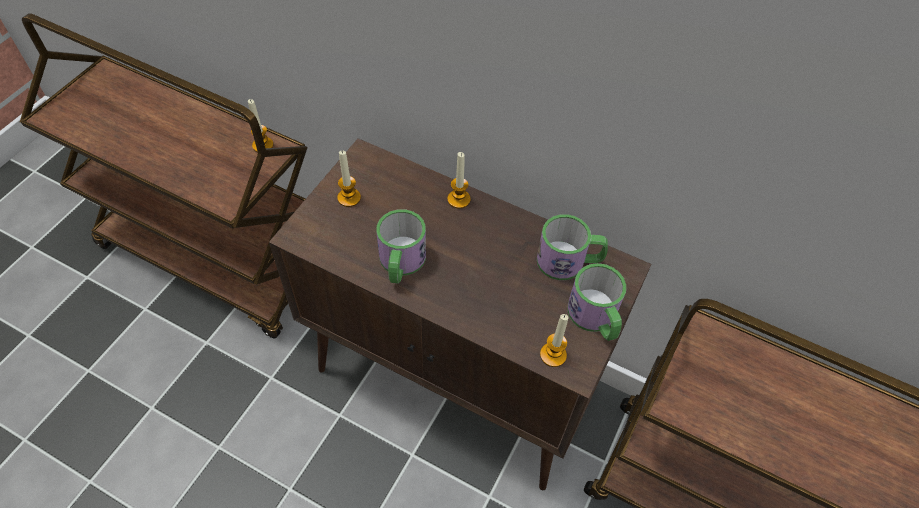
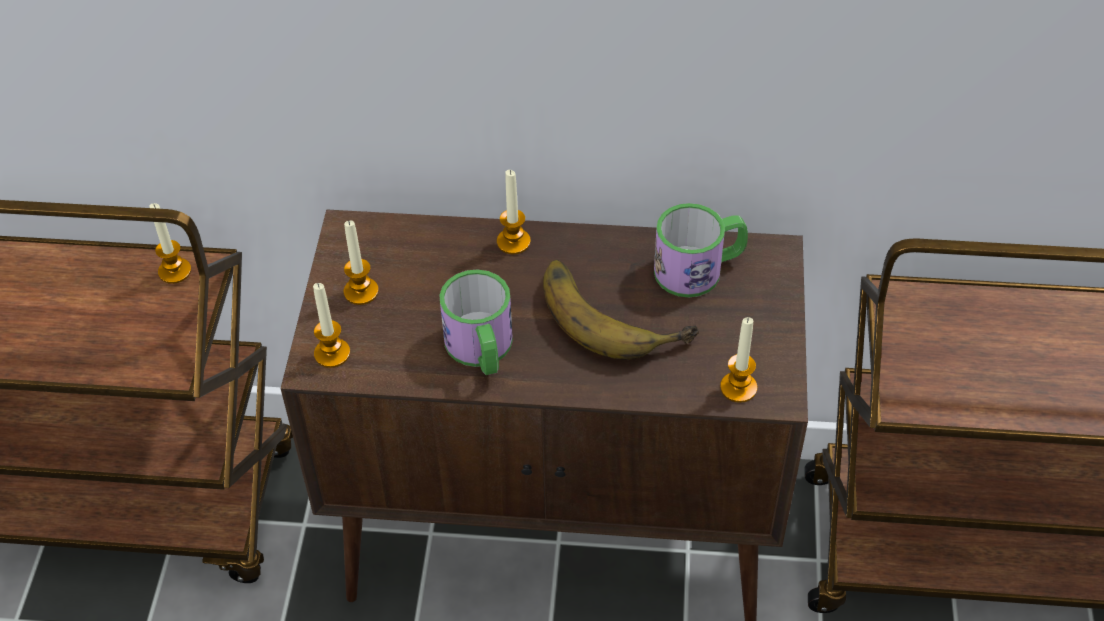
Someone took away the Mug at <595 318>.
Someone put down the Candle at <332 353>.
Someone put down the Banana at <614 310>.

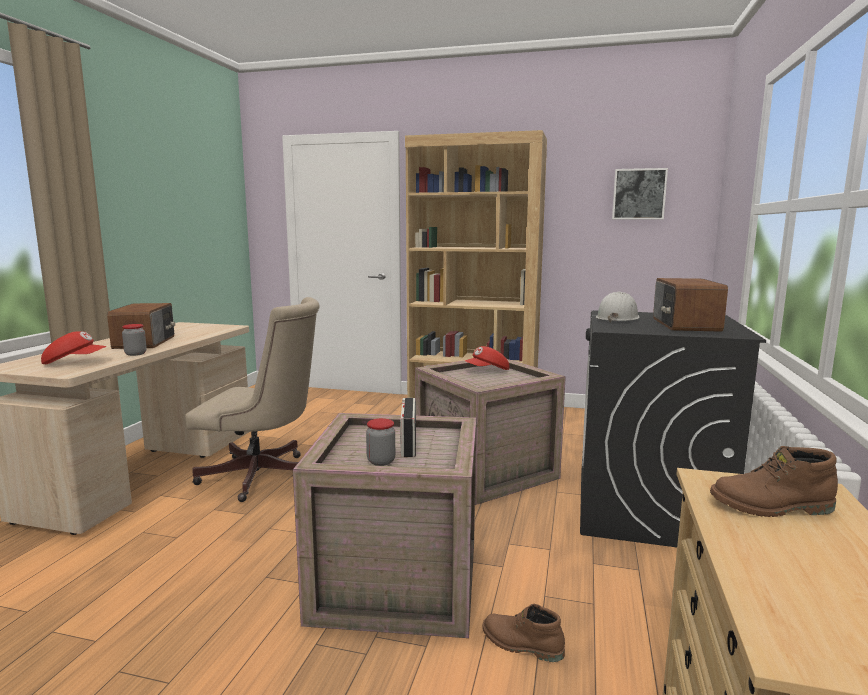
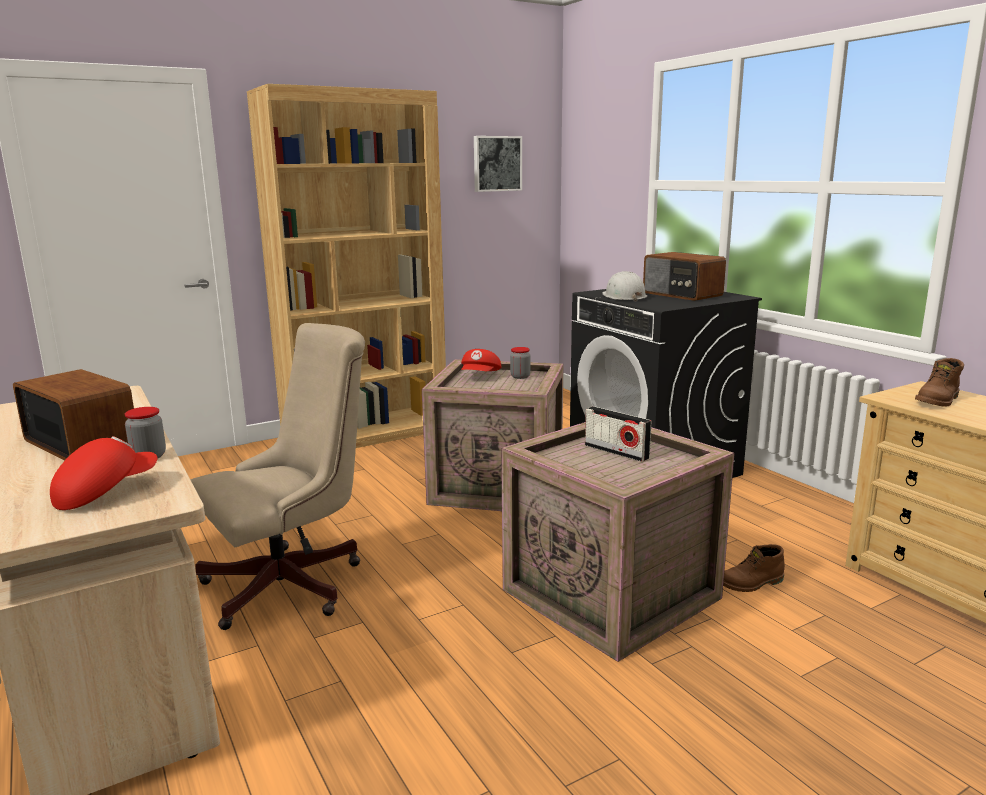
Someone carried the Jar from <381 461> to <520 376>.

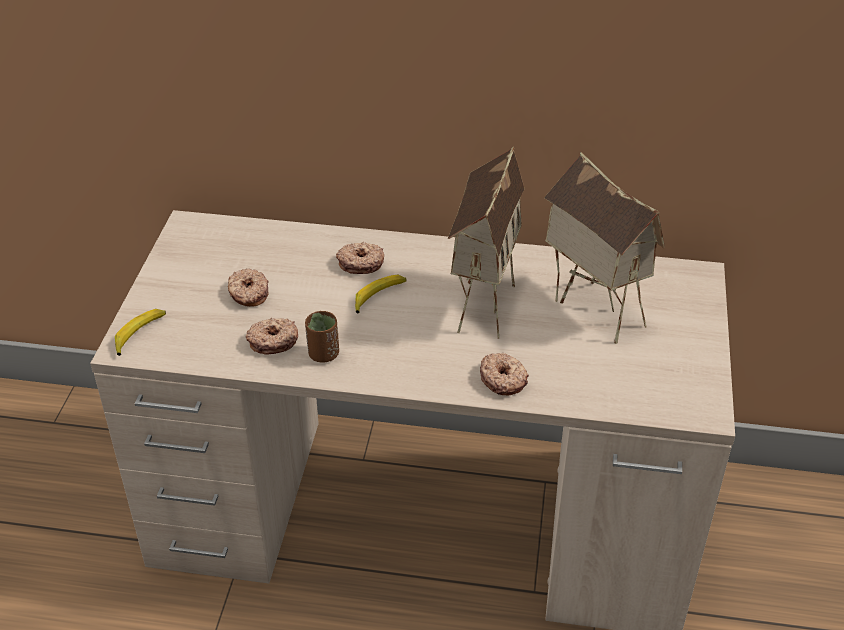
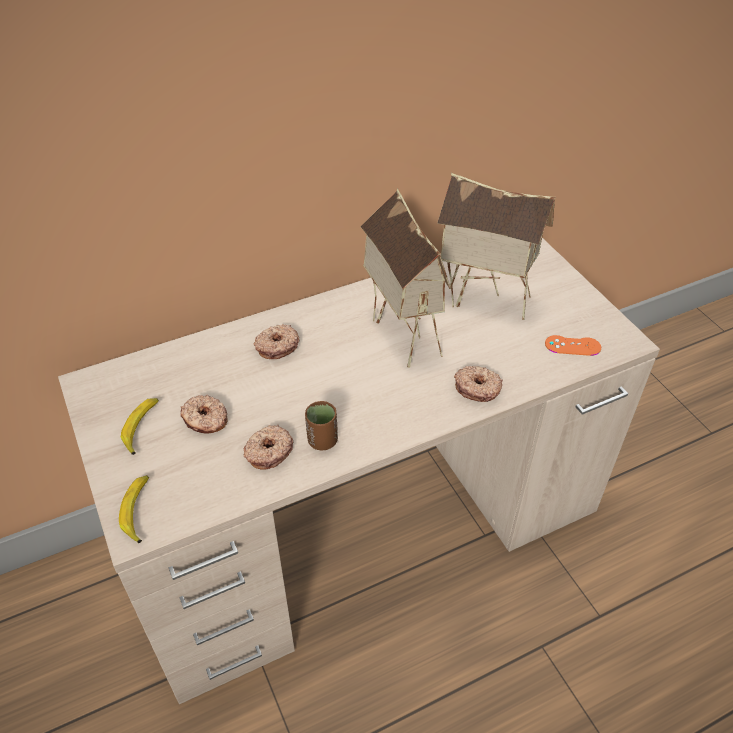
Someone carried the Banana from <378 297> to <141 428>.
Someone put down the OrangeGameController at <572 346>.

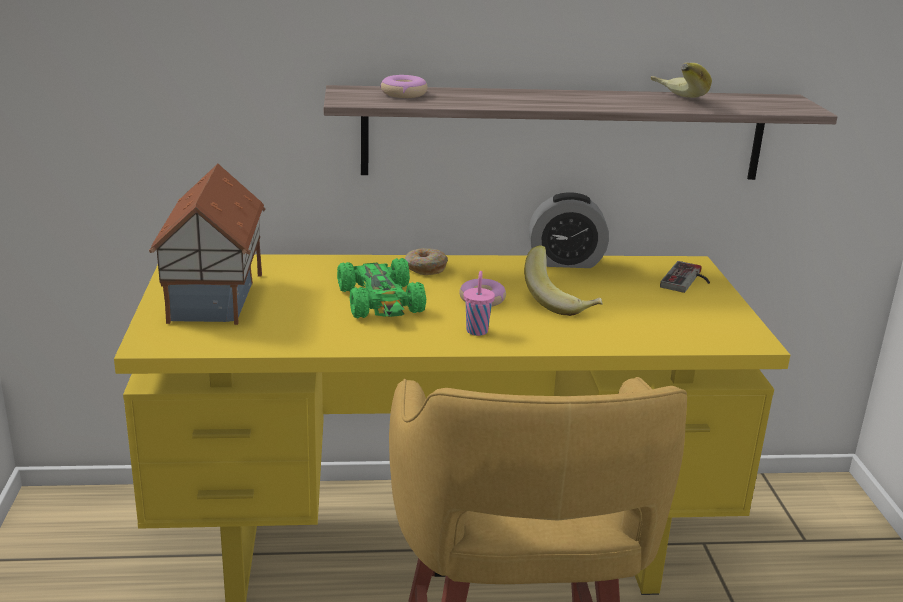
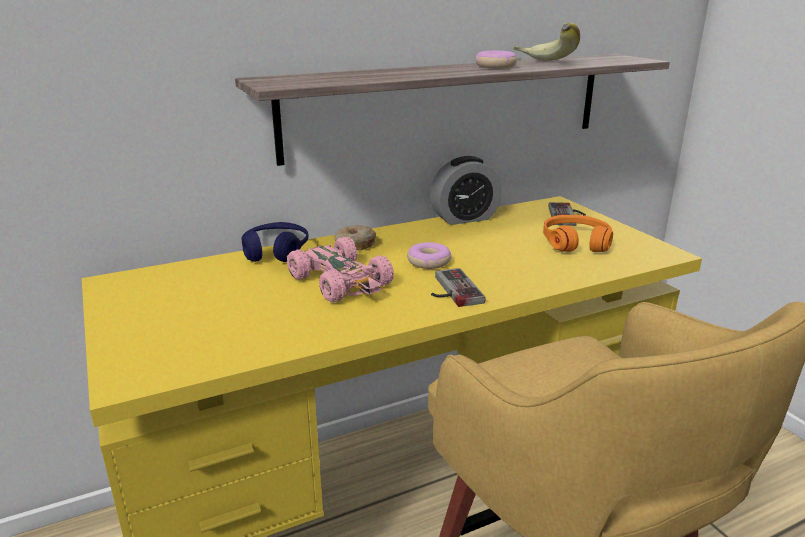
Someone took away the ToyHouse at <218 298>.
Someone repainted the GreenToyCar at <381 301>, which became the PinkToyCar at <341 281>.
Someone carried the Donut from <404 94> to <495 66>.
Someone swapped the PinkCup at <477 330> for the GameController at <451 290>.
Someone took away the Banana at <561 302>.
Someone put down the BlueHeadphones at <276 251>.
Someone put down the OrangeHeadphones at <575 242>.

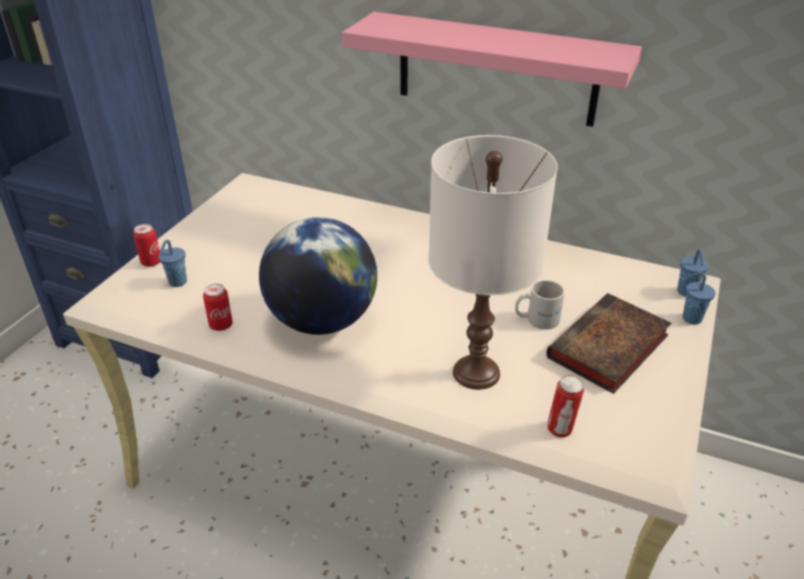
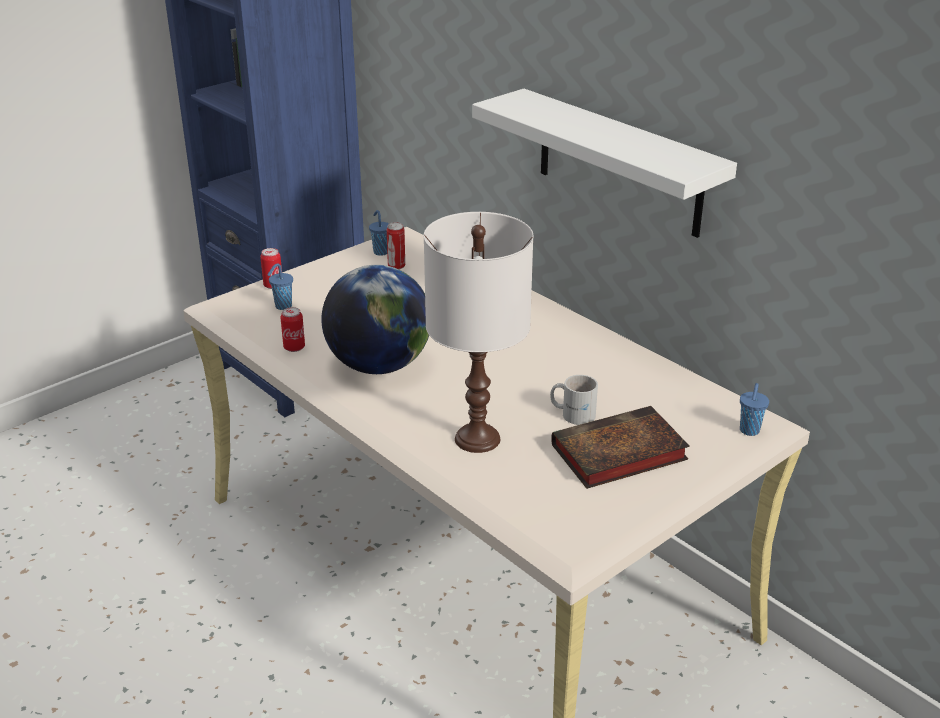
Someone repainted the PinkShelf at <496 69>, which became the WhiteShelf at <619 163>.
Someone carried the Can from <560 430> to <396 266>.
Someone carried the BlueCup from <690 318> to <380 252>.

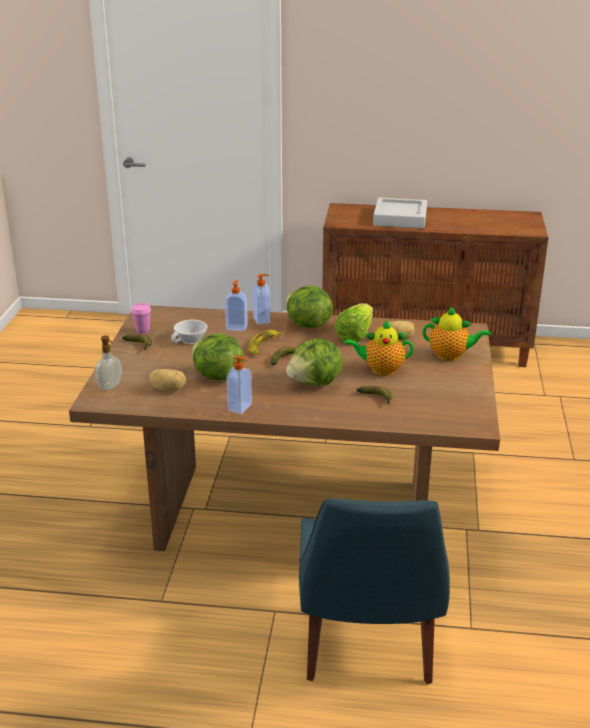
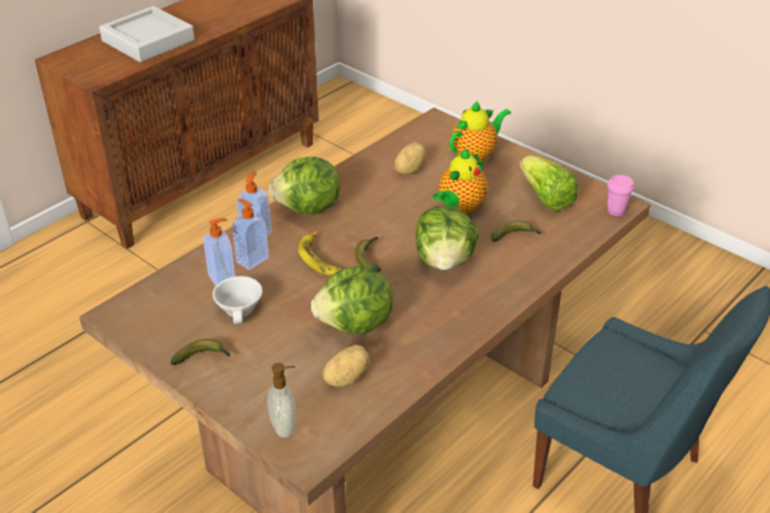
Someone carried the PinkCup from <143 331> to <616 211>.
Someone carried the SoapDispenser from <240 407> to <223 279>.
Someone carried the Lettuce from <355 335> to <545 198>.

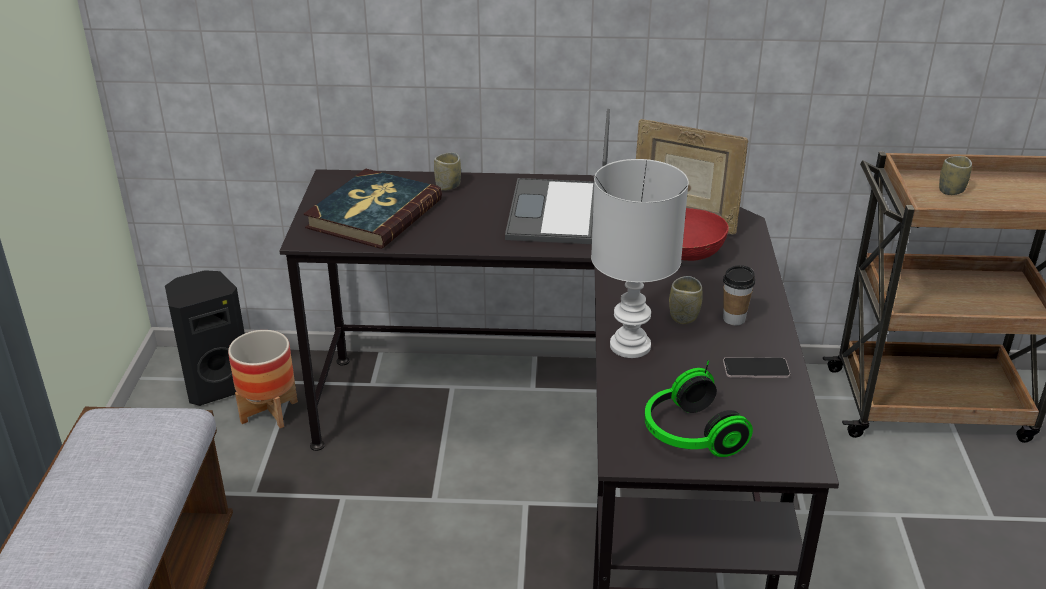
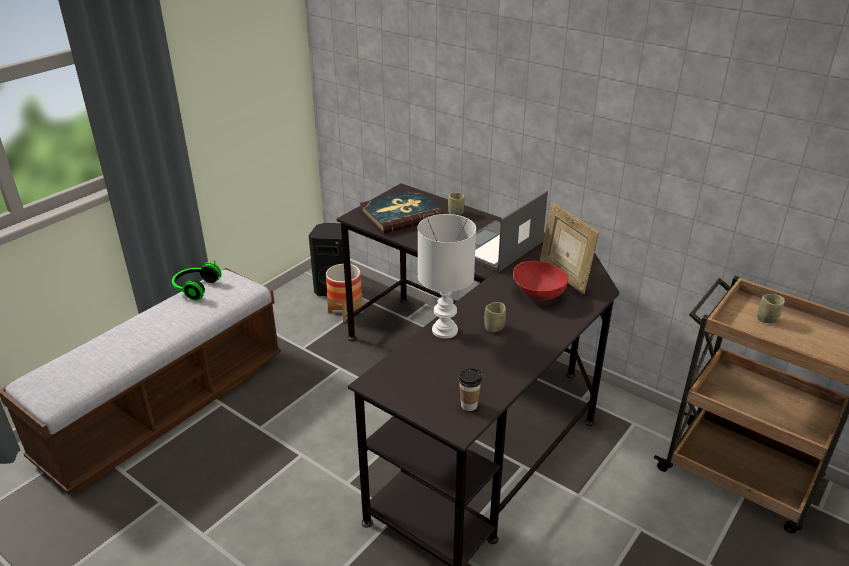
Someone carried the Headphones from <688 434> to <195 288>.
Someone carried the Cup from <734 319> to <469 405>.
Someone took away the Phone at <756 369>.

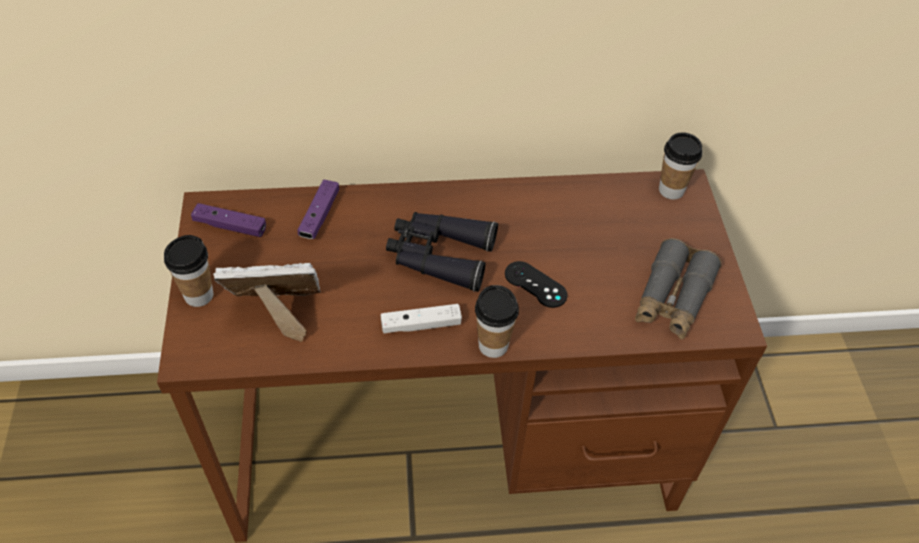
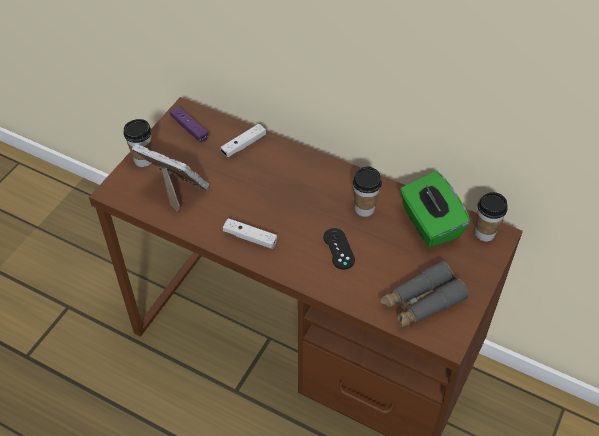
Someone repainted the PurpleGameController at <319 215>, which became the WhiteGameController at <243 145>.
Someone took away the BlackBinoculars at <439 255>.
Someone carried the Cup from <493 345> to <364 209>.
Someone put down the GreenTissueBox at <430 224>.

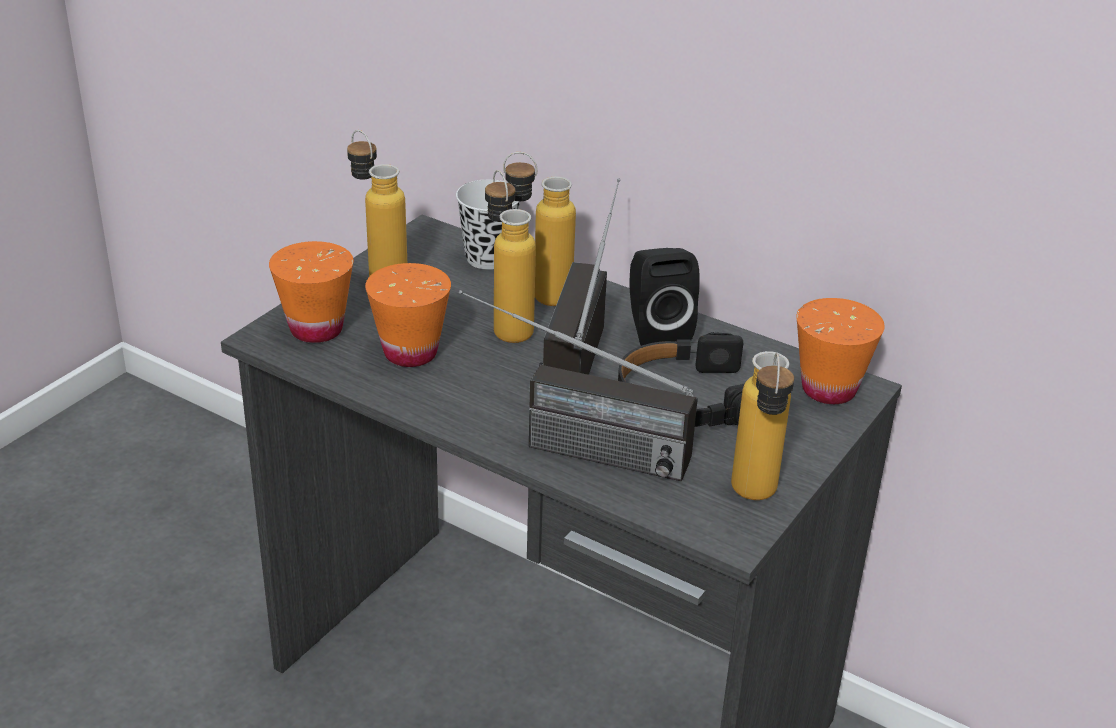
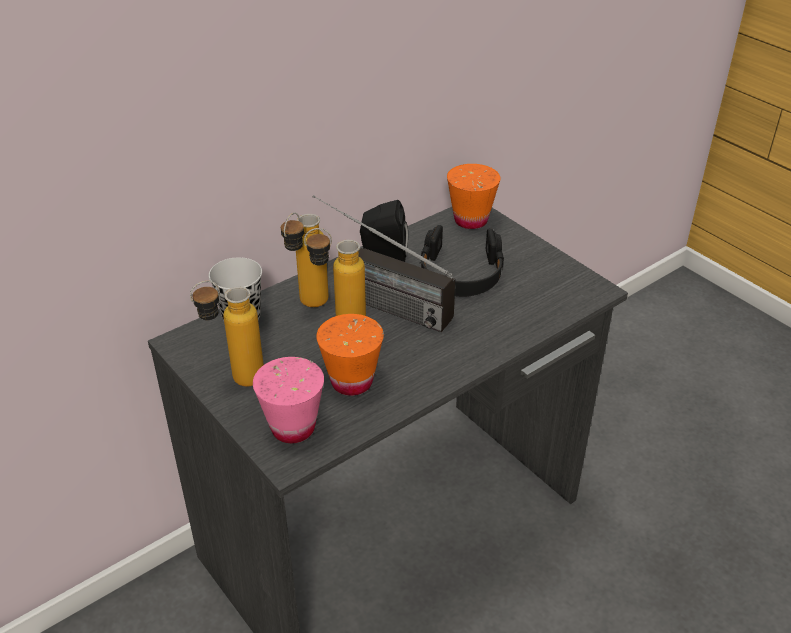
Someone repainted the OrangeCup at <316 329>, which became the PinkCup at <293 428>.
Someone took away the Radio at <566 446>.
Someone took away the Bottle at <754 500>.

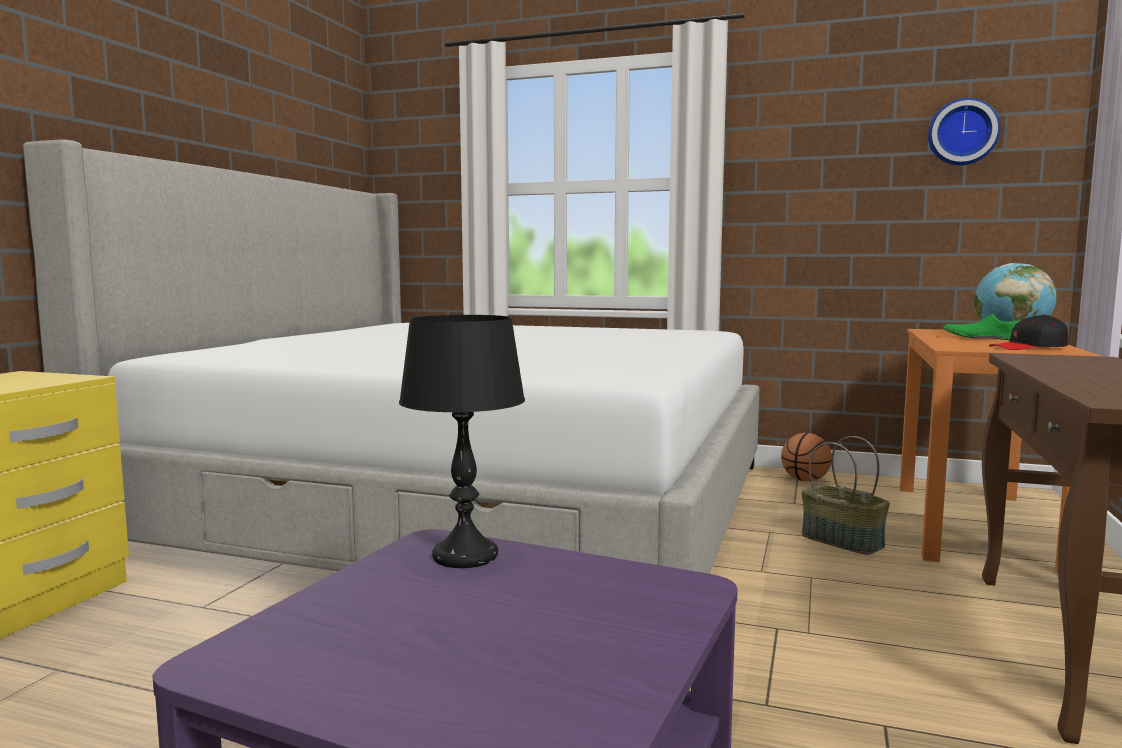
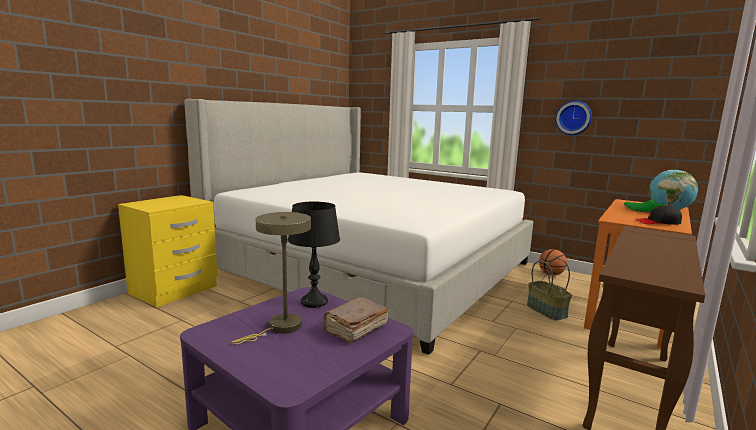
Someone carried the WallClock from <962 132> to <574 118>.
Someone put down the BeigeTableLamp at <280 328>.
Someone put down the BrownBook at <355 329>.

